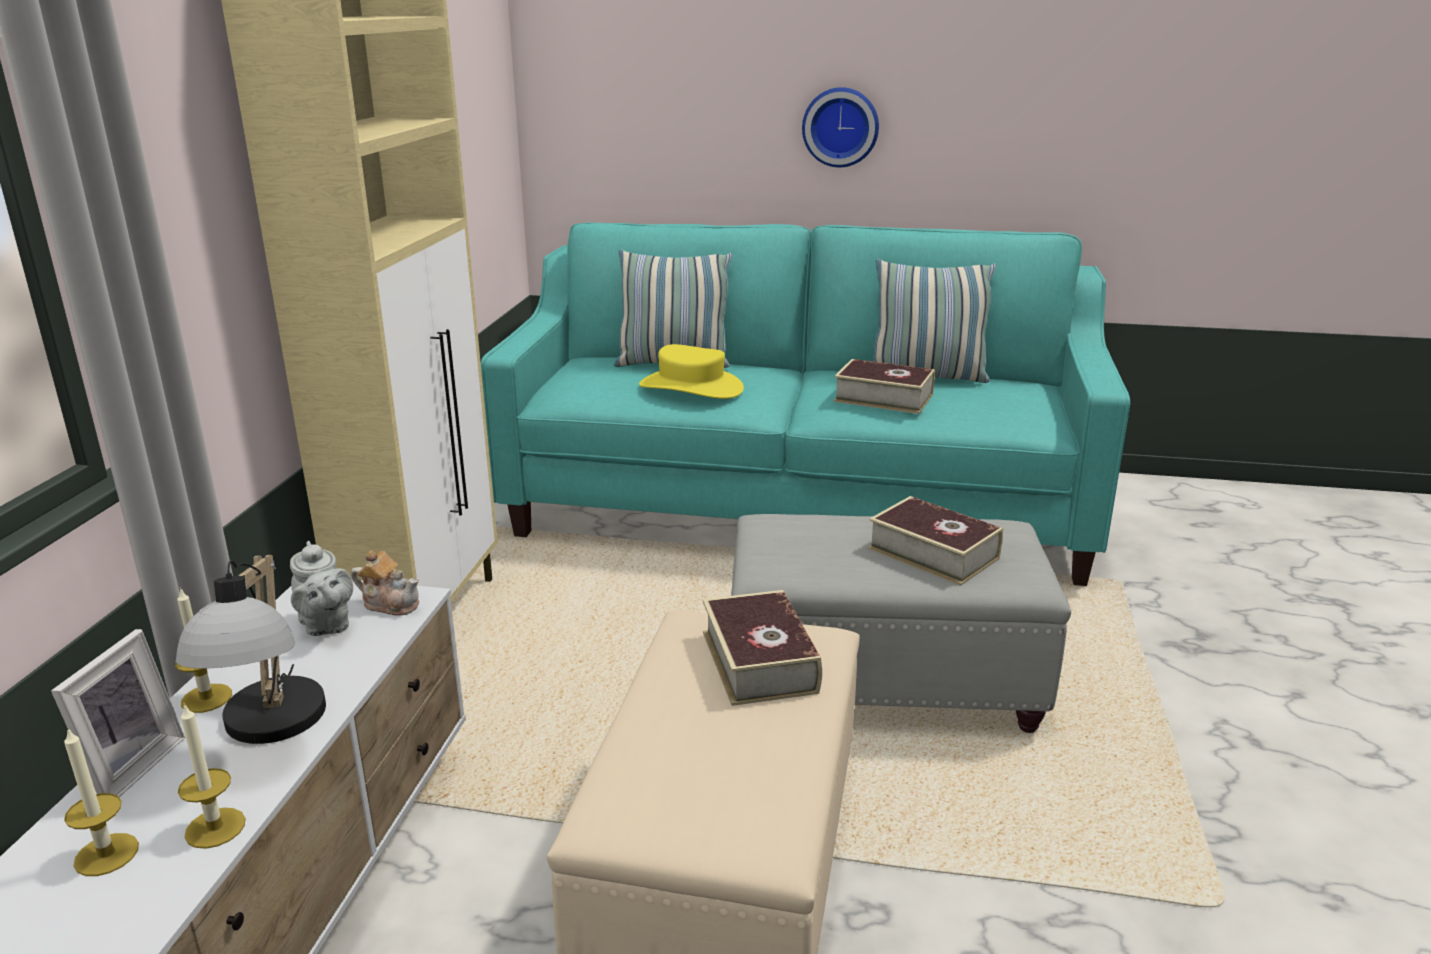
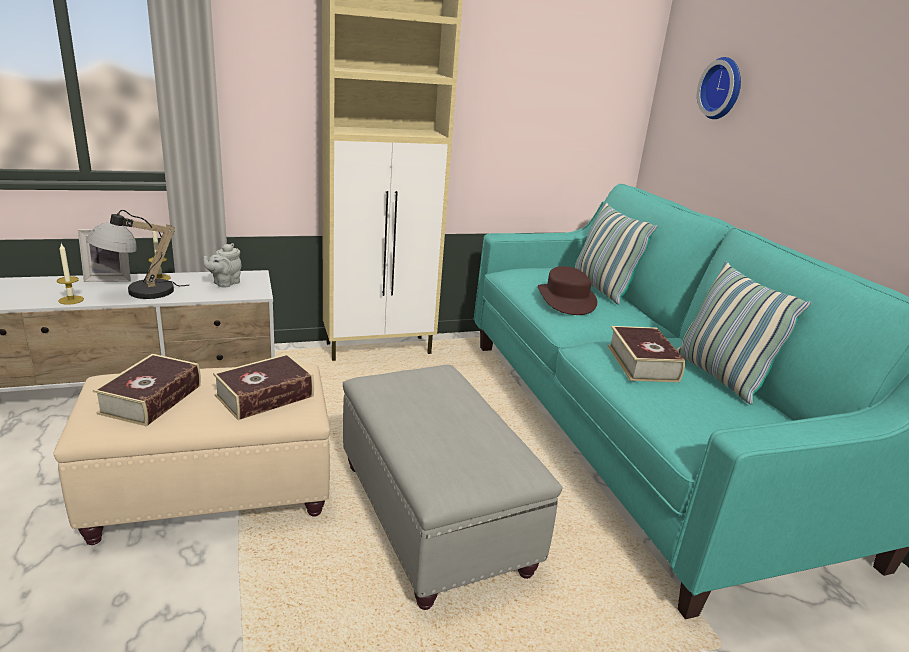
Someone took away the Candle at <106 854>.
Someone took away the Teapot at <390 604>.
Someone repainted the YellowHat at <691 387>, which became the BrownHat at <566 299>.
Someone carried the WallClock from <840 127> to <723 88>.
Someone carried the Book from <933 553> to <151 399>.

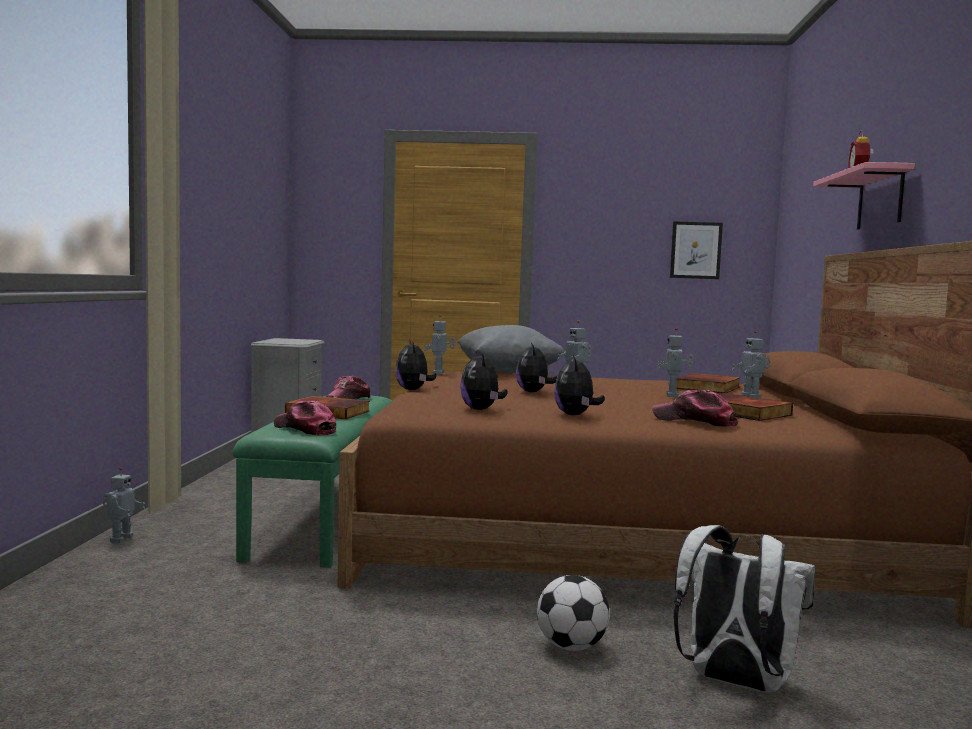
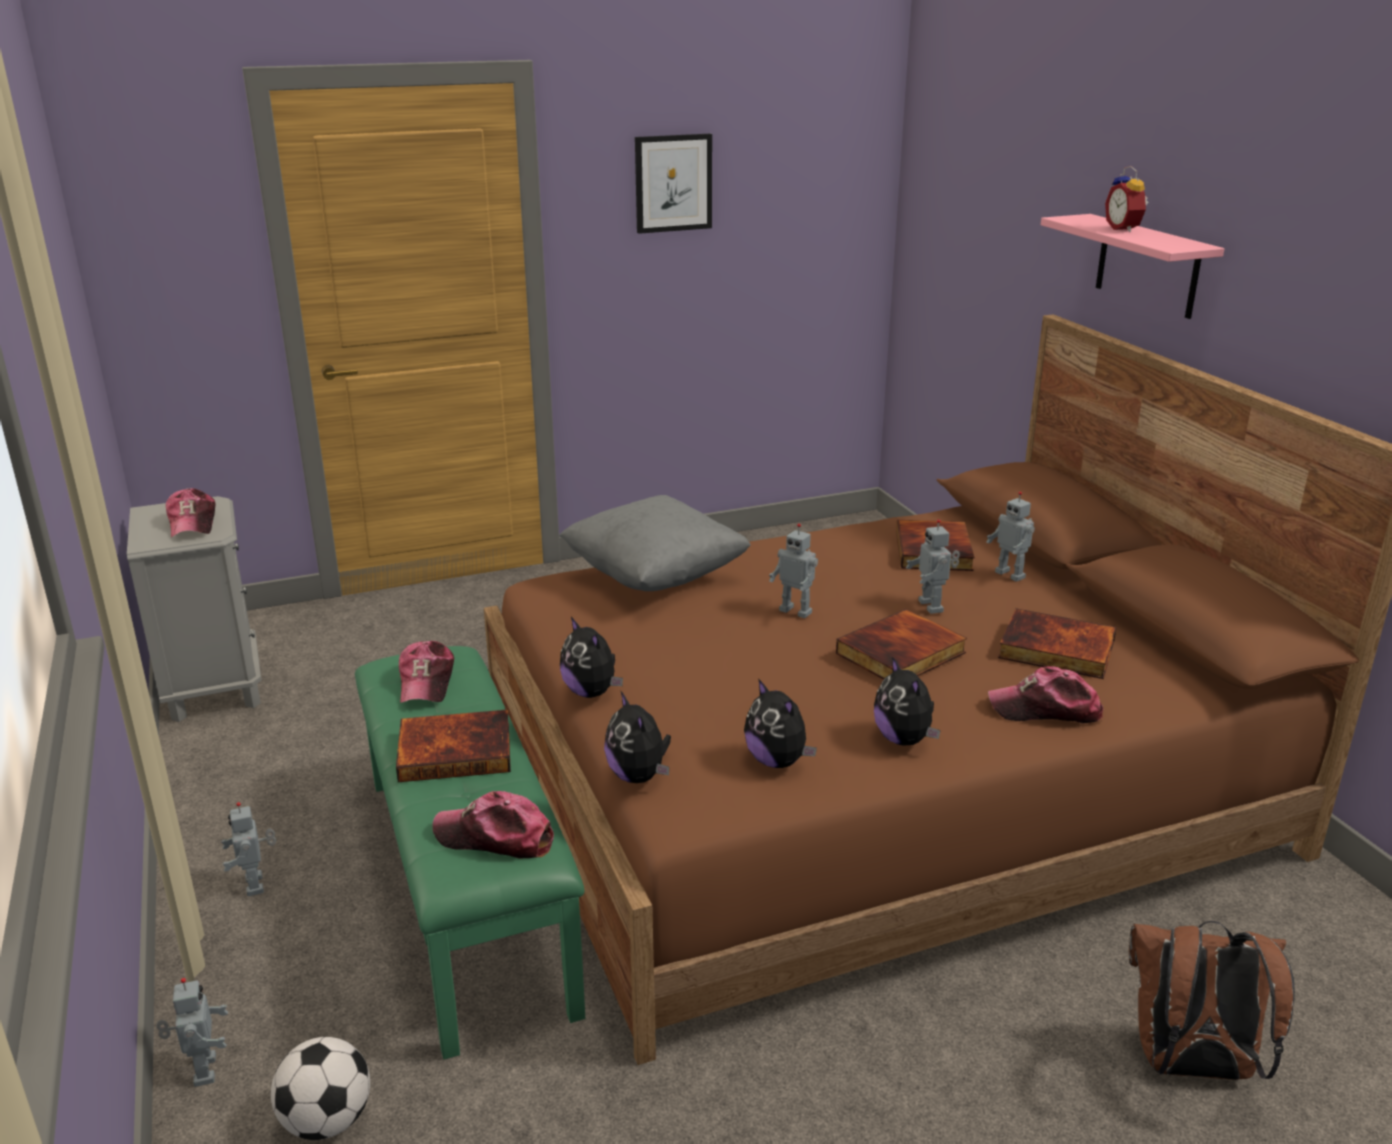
Someone carried the ToyRobot from <439 373> to <257 884>.
Someone carried the PlushToy from <533 392> to <639 776>.
Someone carried the Football from <571 647> to <327 1121>.
Someone carried the Picture from <695 250> to <673 183>.
Someone repainted the WhiteBackpack at <734 682>, which became the BrownBackpack at <1190 1066>.
Someone put down the Cap at <193 523>.
Someone put down the Book at <901 654>.

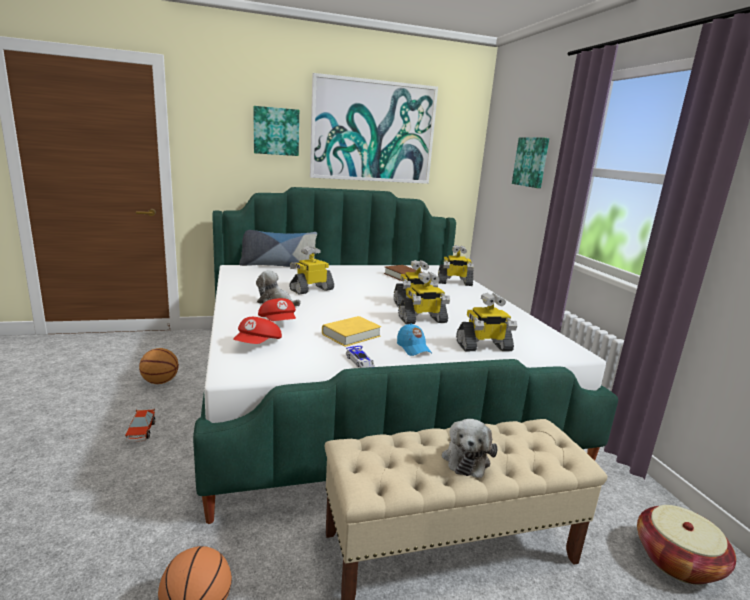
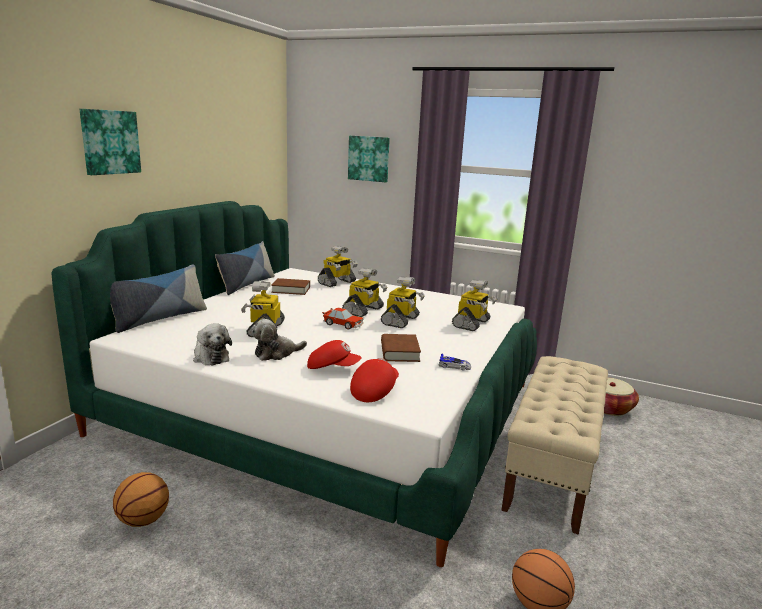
Someone carried the ToyCar from <141 432> to <343 325>.
Someone rotated the RedCap at <258 344> by 120 degrees counterclockwise.
Someone took away the Picture at <373 132>.
Someone repainted the YellowBook at <351 335>, which became the BrownBook at <399 352>.
Someone took away the BlueCap at <413 348>.
Someone carried the PlushToy from <466 458> to <210 357>.
Someone put down the Pillow at <246 284>.

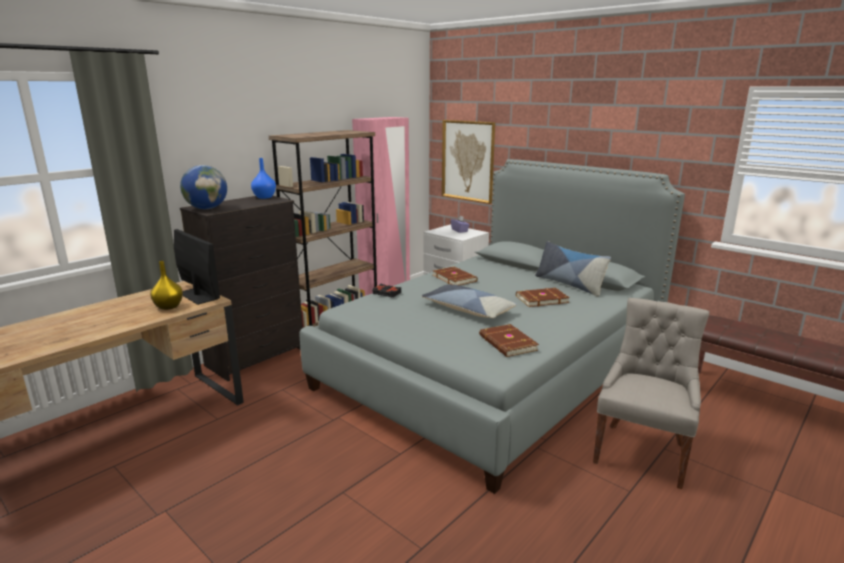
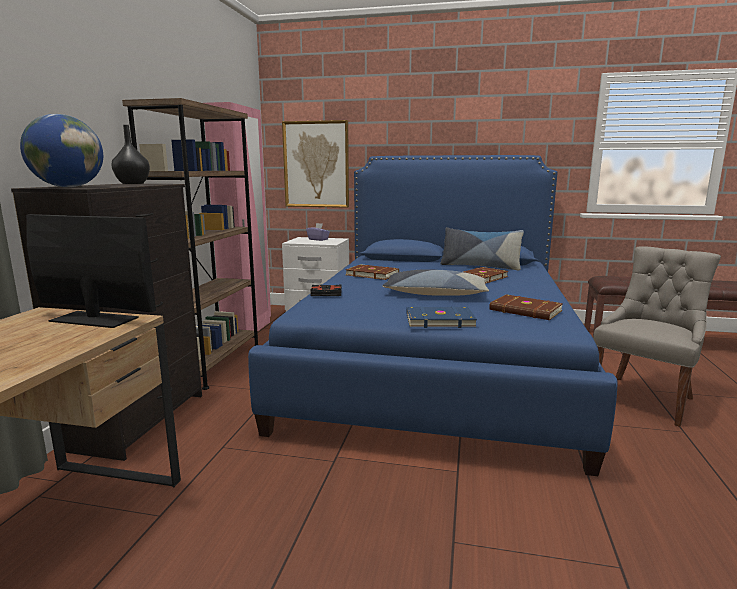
Someone took away the YellowVase at <169 306>.
Someone repainted the BlueVase at <264 197>, which became the BlackVase at <132 183>.
Someone repainted the GreyBed at <493 368>, which became the BlueBed at <435 364>.
Someone rotated the GreyChair at <642 452> by 45 degrees clockwise.
Someone put down the BlueBook at <439 320>.

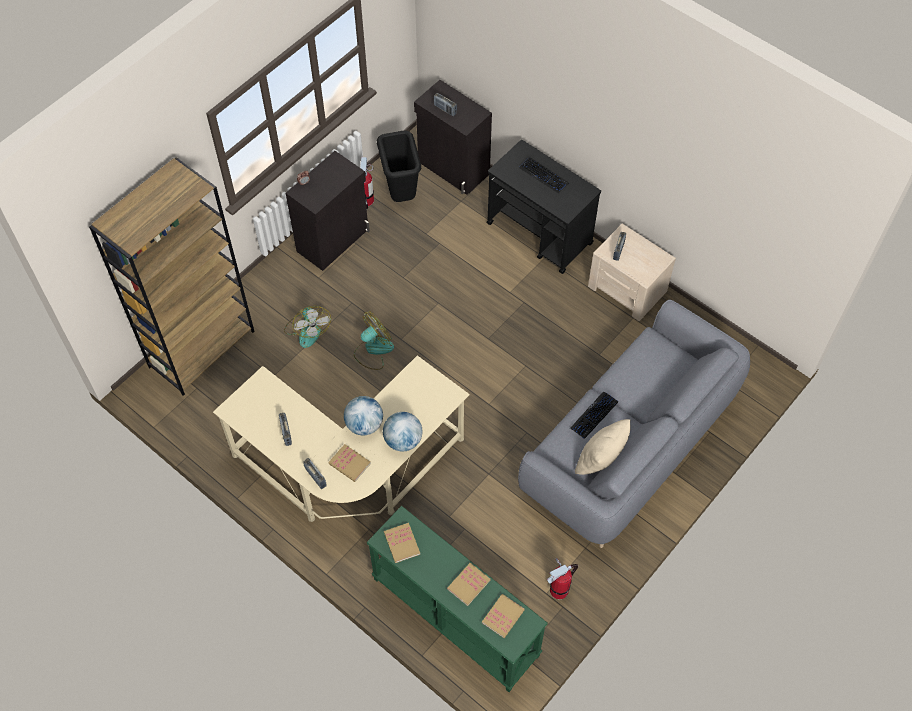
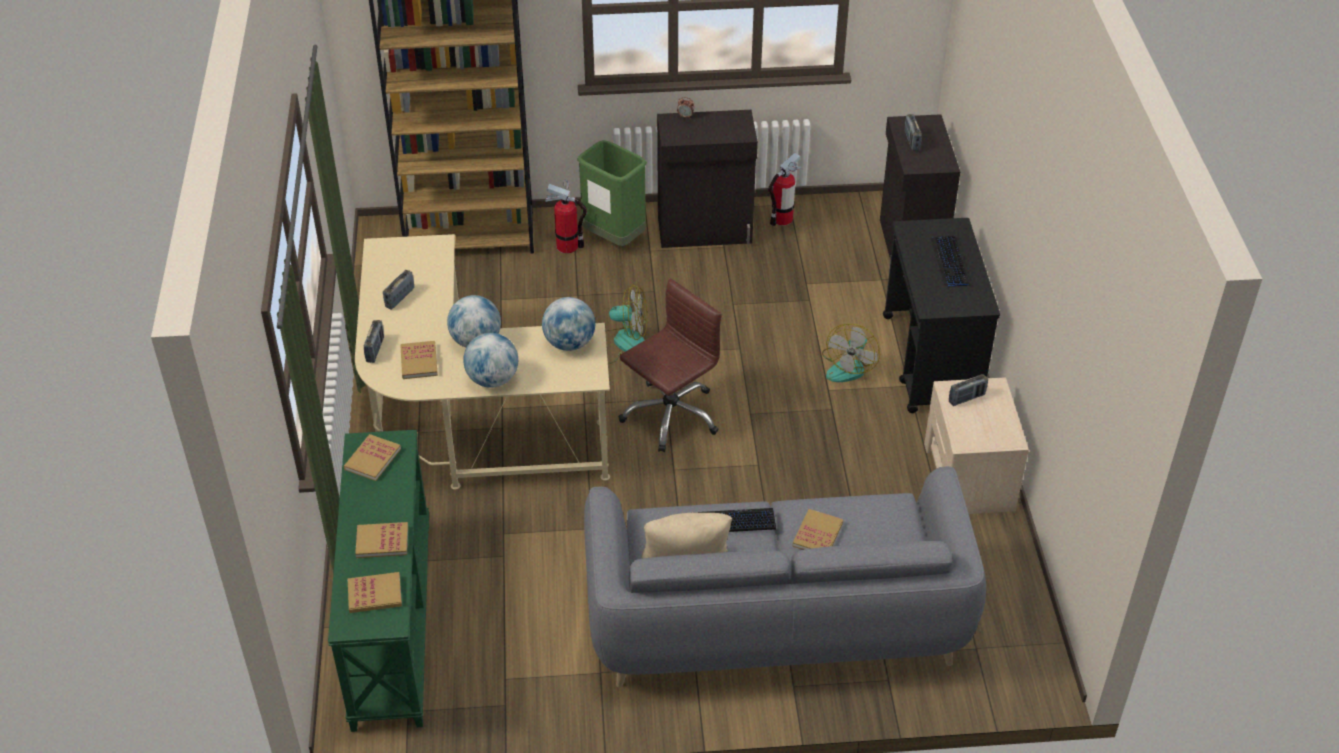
Someone carried the Fan from <307 330> to <849 366>.
Someone took away the BlackTrashCan at <401 194>.
Someone carried the FireExtinguisher from <559 590> to <567 246>.
Someone put down the Globe at <569 343>.
Someone put down the GreenTrashCan at <613 238>.
Someone put down the BrownOfficeChair at <670 415>.
Someone put down the Book at <817 534>.

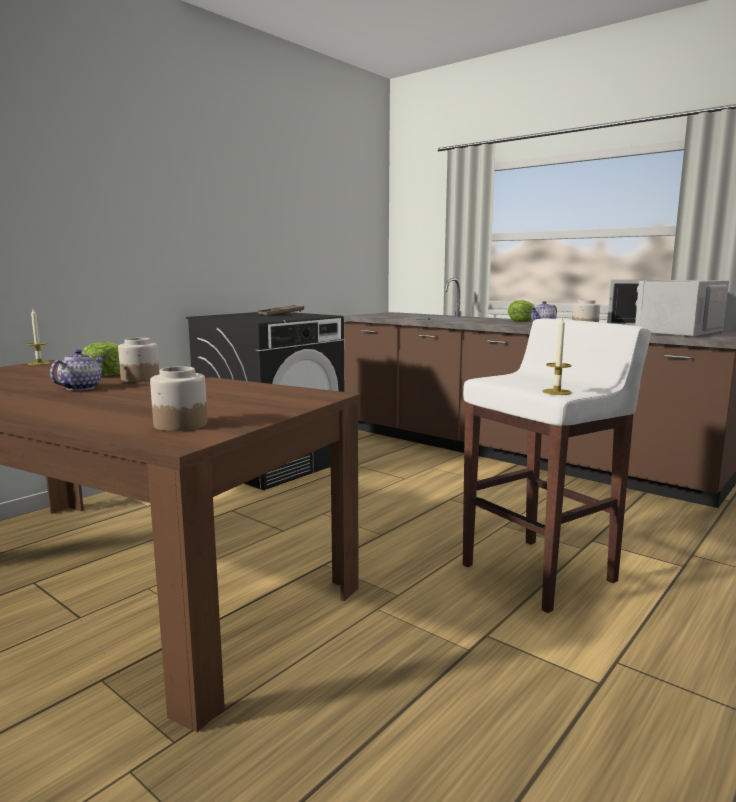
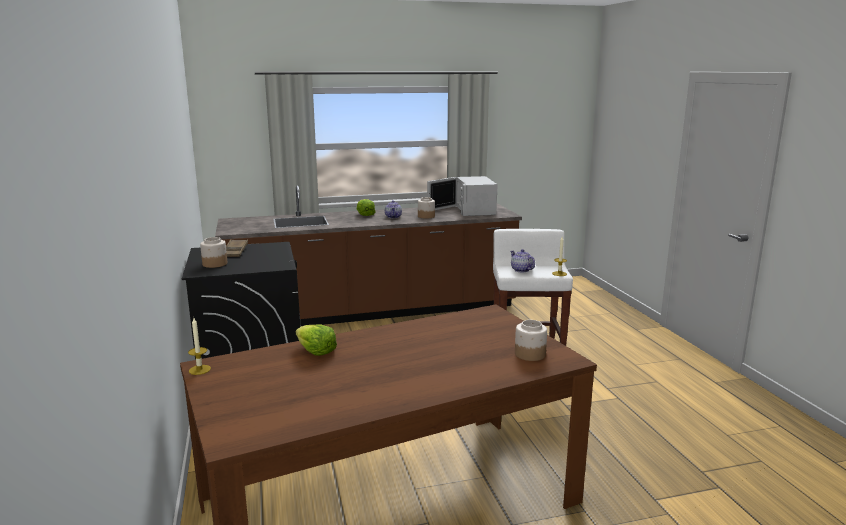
Someone carried the Teapot from <80 388> to <521 270>.
Someone carried the Jar from <139 378> to <214 264>.

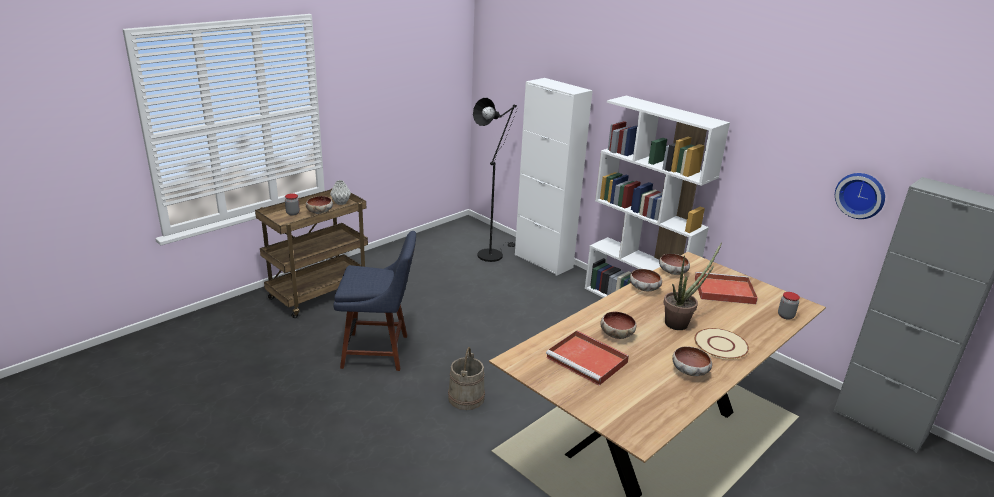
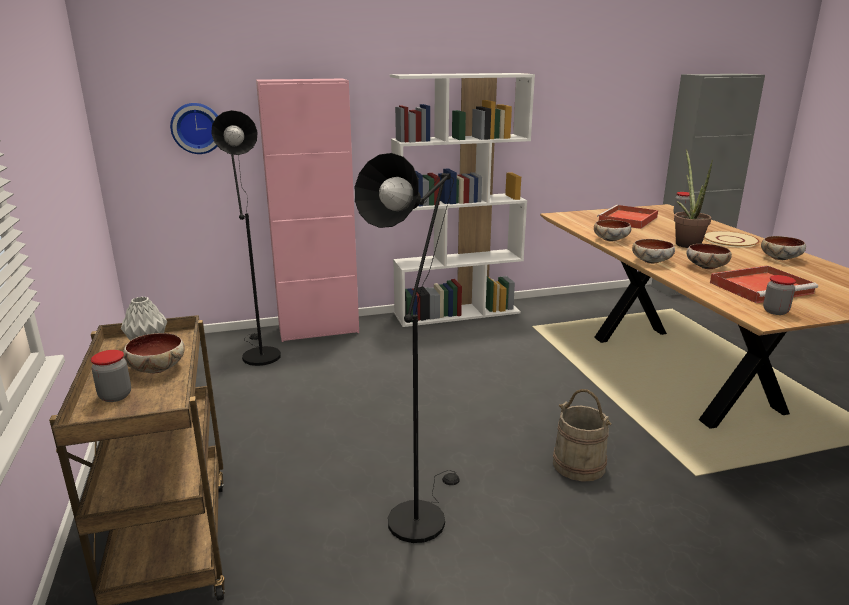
Someone swapped the BlueChair at <379 351> for the BlackFloorLamp at <420 514>.
Someone repainted the WhiteCabinet at <543 261>, which became the PinkCabinet at <318 330>.
Someone carried the Bowl from <673 272> to <652 261>.
Someone carried the WallClock from <861 195> to <197 128>.
Someone put down the Jar at <775 311>.

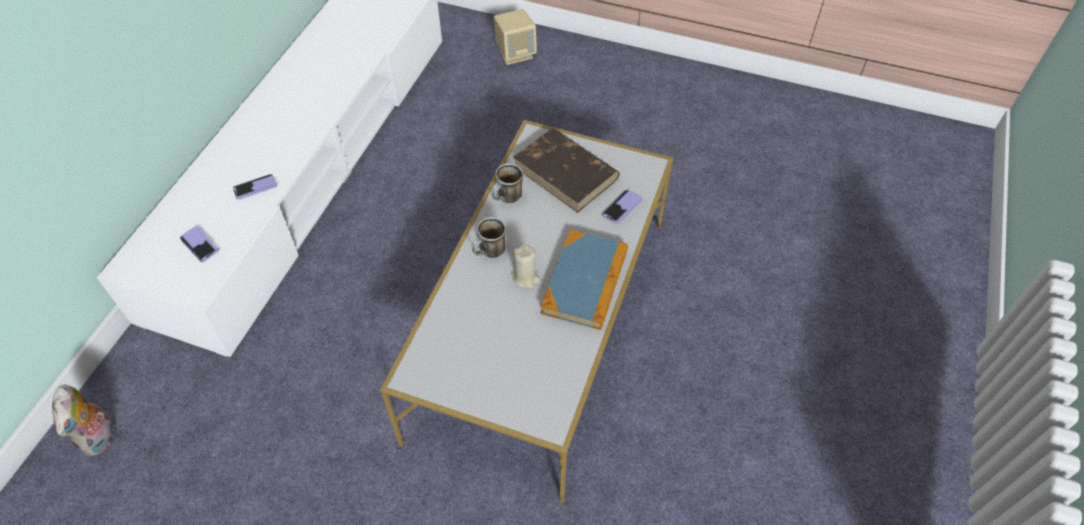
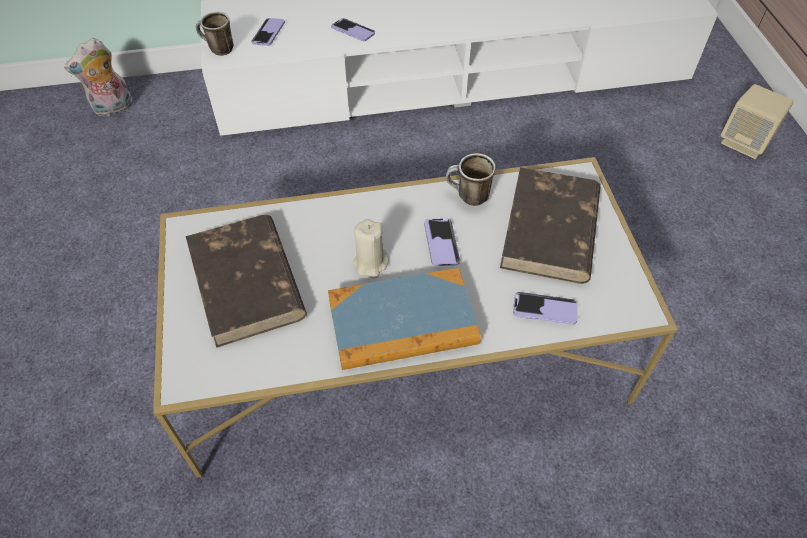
Someone carried the Mug from <490 253> to <217 50>.
Someone put down the BrownBook at <247 283>.
Someone put down the Phone at <441 243>.

